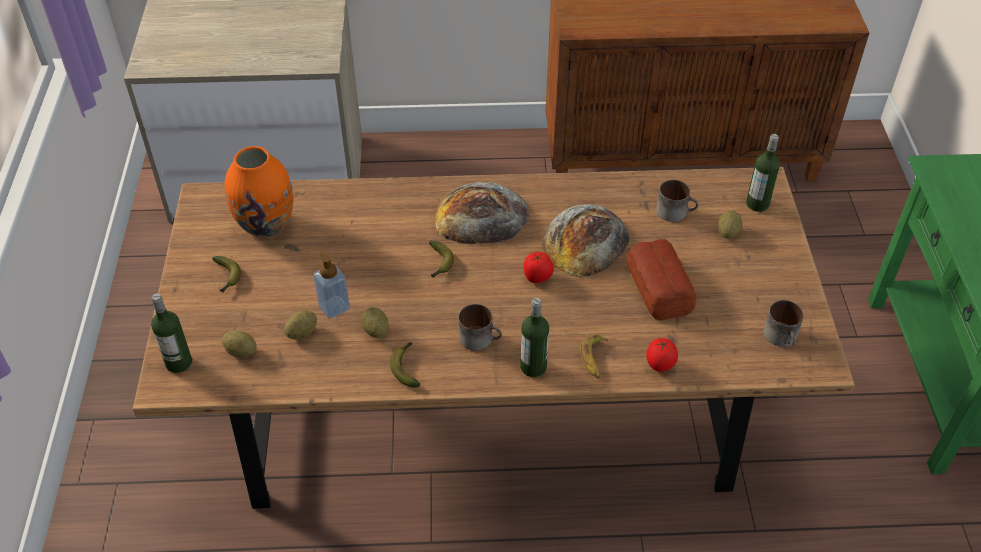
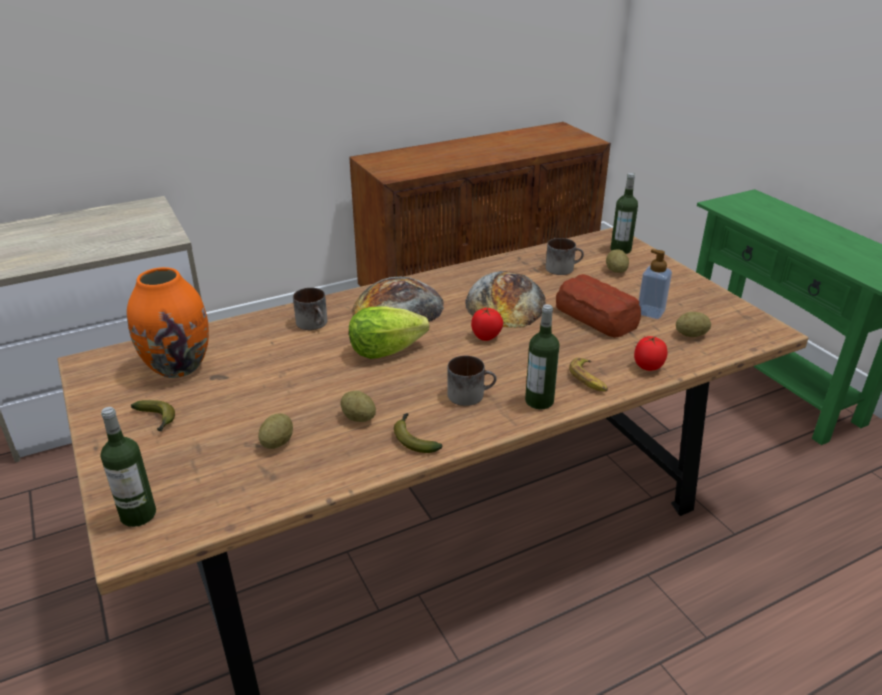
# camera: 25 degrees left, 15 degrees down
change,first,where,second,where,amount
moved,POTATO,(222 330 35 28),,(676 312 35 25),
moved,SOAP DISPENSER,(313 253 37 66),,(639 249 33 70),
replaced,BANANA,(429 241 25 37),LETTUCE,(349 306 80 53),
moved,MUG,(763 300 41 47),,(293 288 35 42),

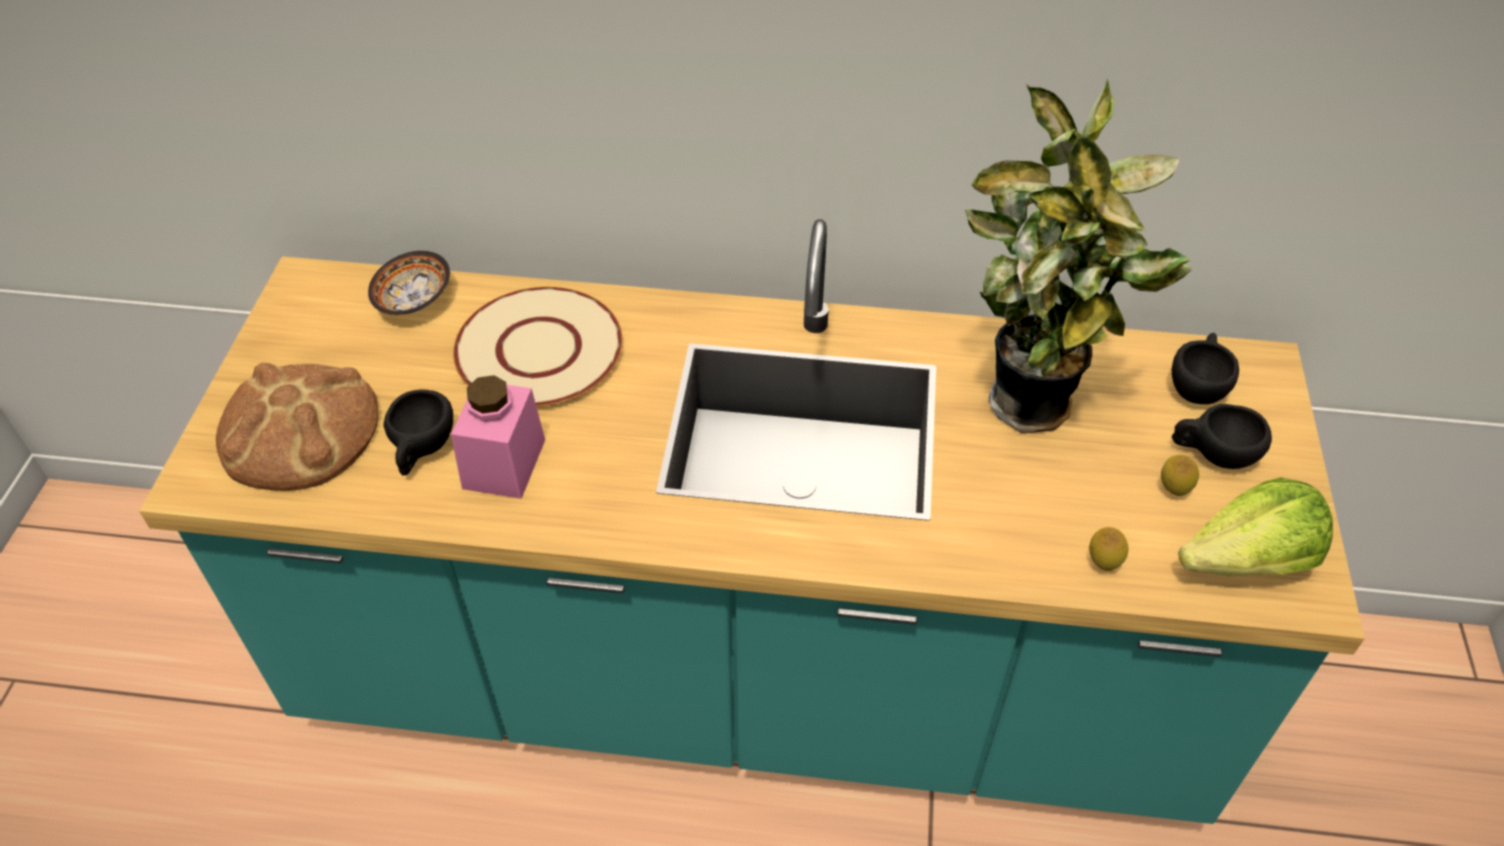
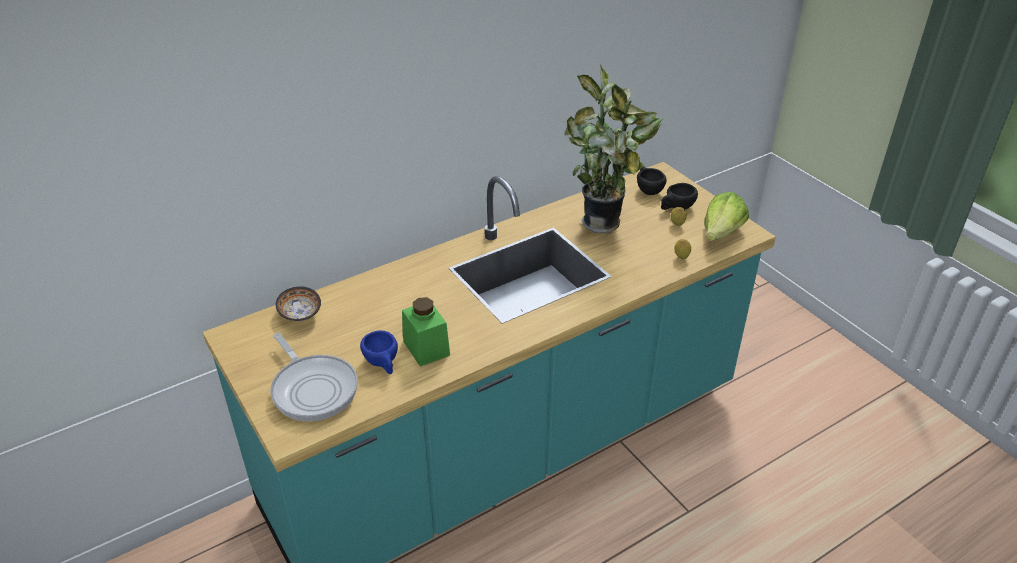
# camera: 40 degrees left, 10 degrees down
change,first,where,second,where,amount
replaced,BREAD,(216 363 162 128),FRYING PAN,(270 333 88 88),
recoloured,BLACK CUP,(384 389 69 86),BLUE CUP,(360 330 38 44),
recoloured,PINK JAR,(451 375 94 124),GREEN JAR,(402 297 48 70),
removed,BEIGE PLATE,(453 287 170 120),,,

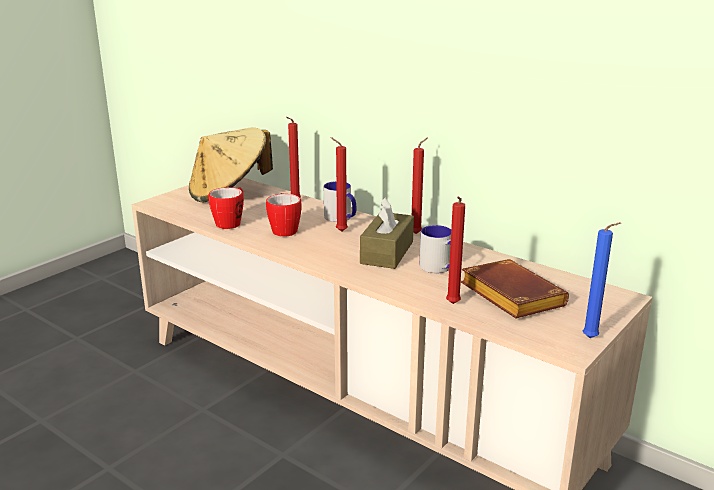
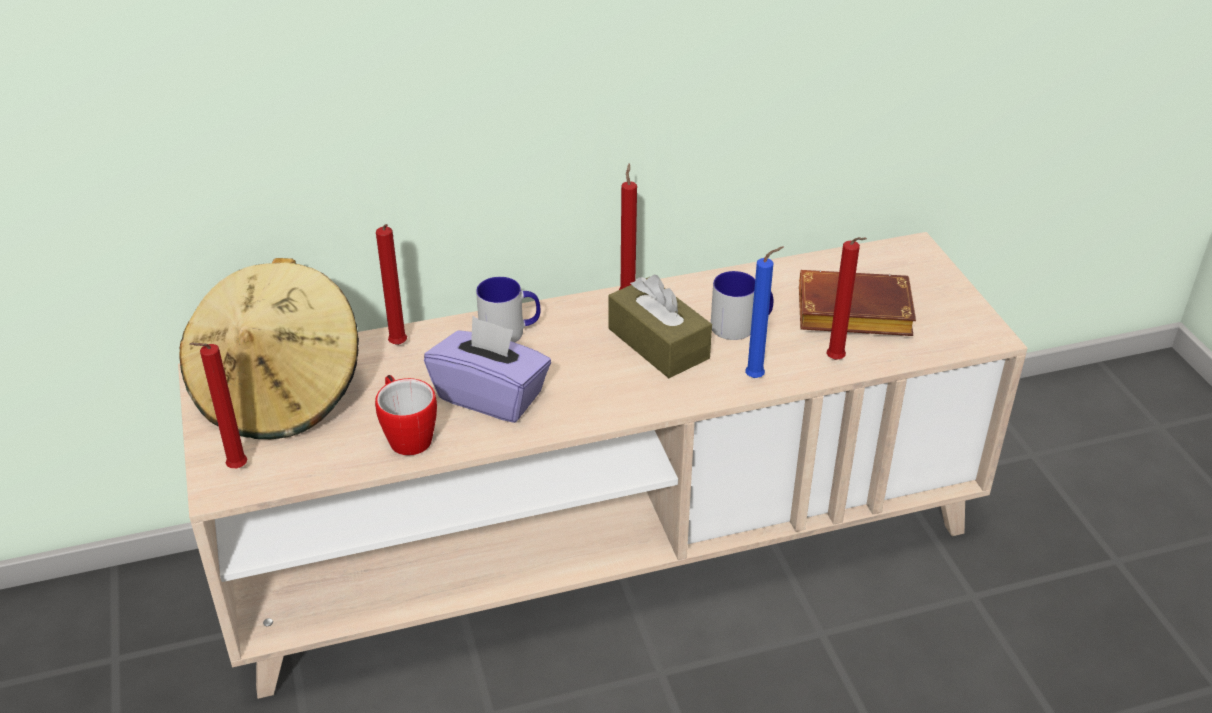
# camera: 55 degrees left, 15 degrees up
change,first,where,second,where,amount
replaced,MUG,(266 193 36 44),PURPLE TISSUE BOX,(424 316 127 107),
moved,RED CANDLE,(330 137 18 95),,(190 342 58 126),
moved,BLUE CANDLE,(583 222 38 116),,(745 246 39 132),

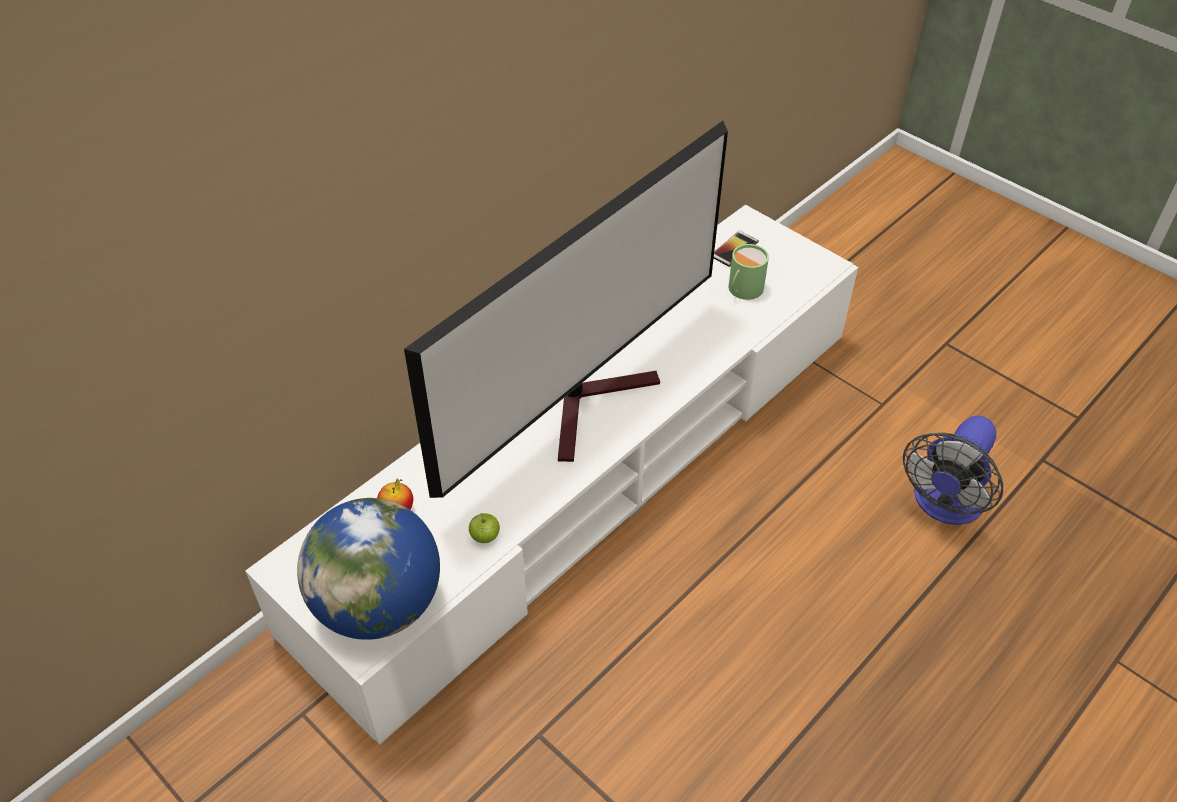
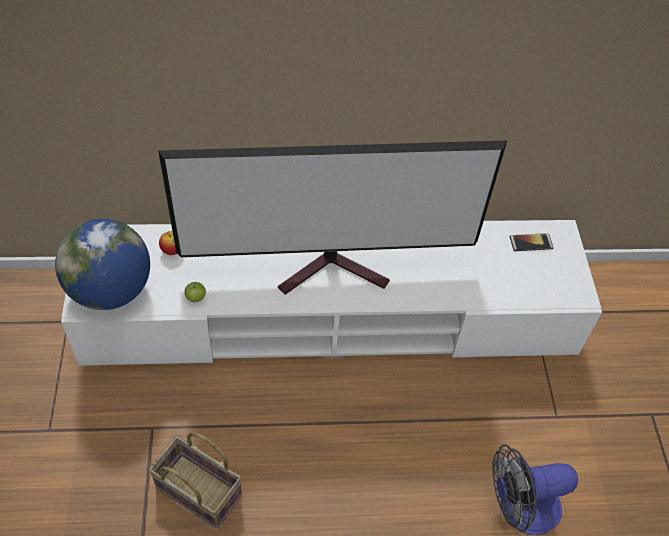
# camera: 40 degrees right, 5 degrees up
change,first,where,second,where,amount
removed,GREEN MUG,(728 244 41 56),,,
added,,,BASKET,(149 432 93 97),

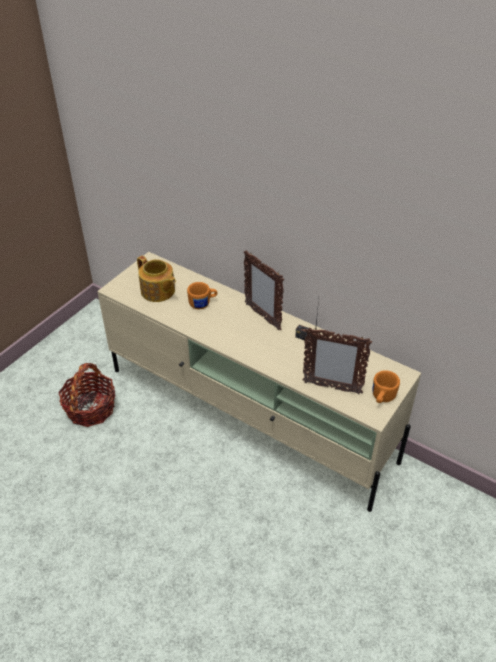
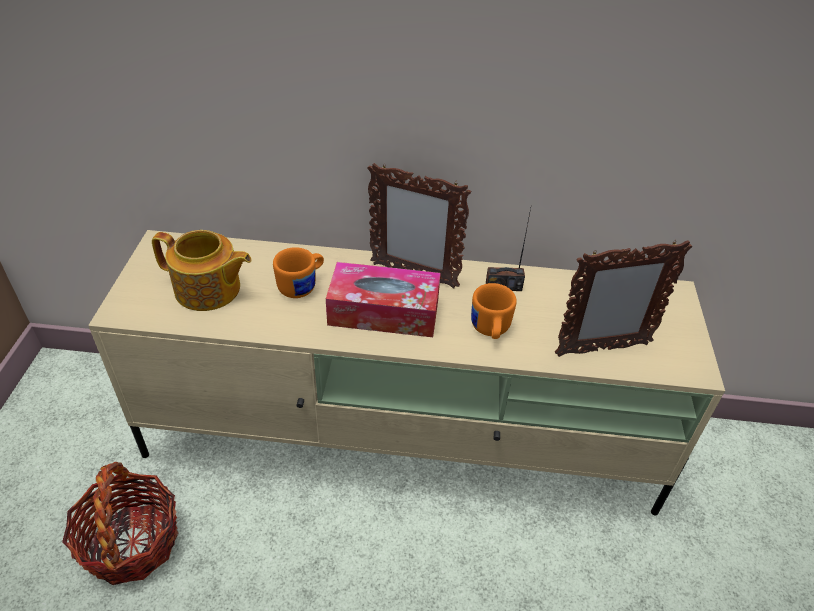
# camera: 30 degrees left, 0 degrees up
change,first,where,second,where,amount
moved,ORANGE MUG,(372 370 28 33),,(471 283 46 56),
added,,,TISSUE BOX,(326 262 115 75),

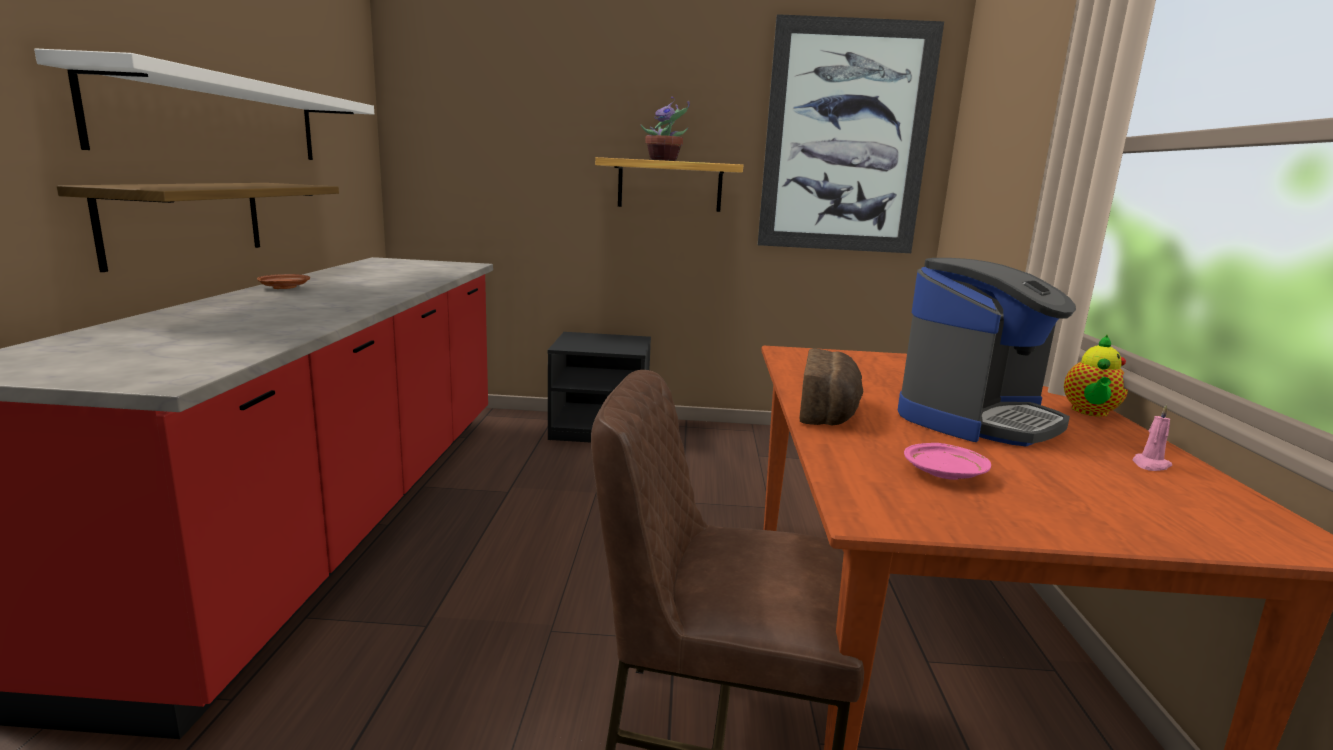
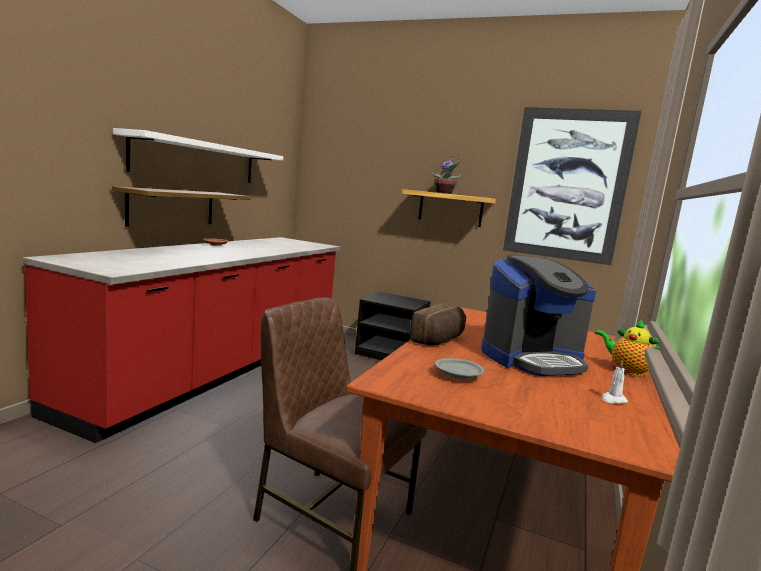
# camera: 20 degrees right, 5 degrees down
change,first,where,second,where,amount
recoloured,PINK PLATE,(904 443 87 37),GREY PLATE,(435 358 50 22),
turned,TEAPOT,(1064 335 64 82),,(595 320 65 56),90 degrees clockwise
recoloured,PINK CANDLE,(1133 405 39 66),WHITE CANDLE,(602 359 26 44),

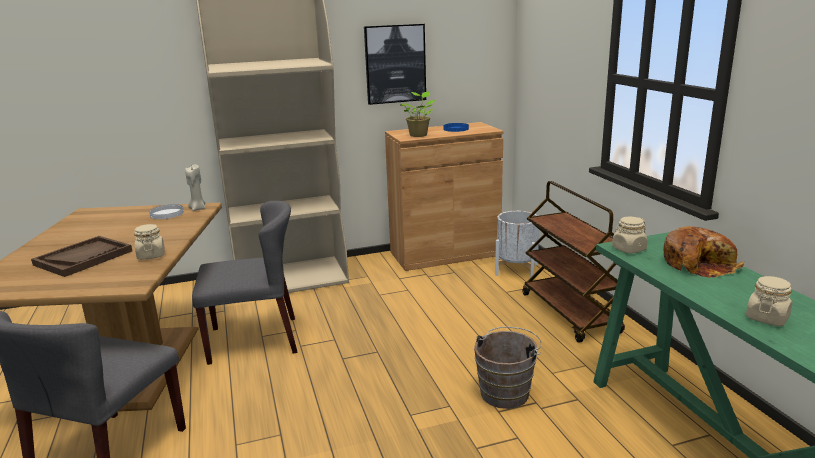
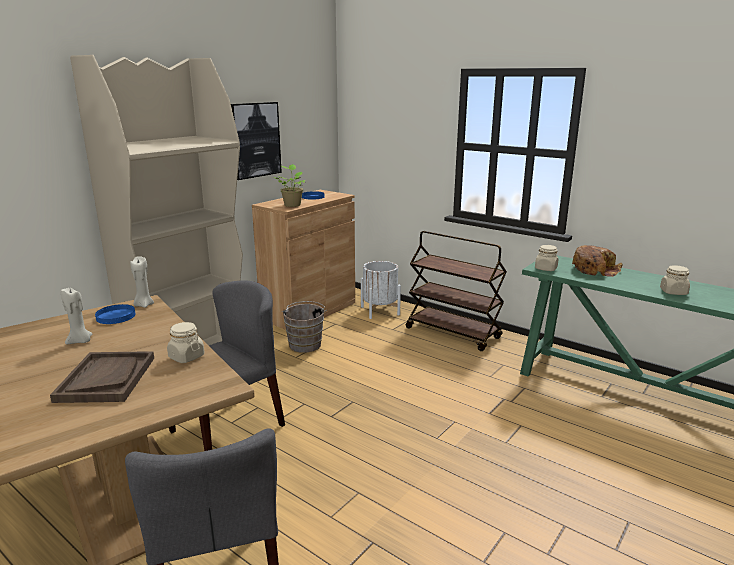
# camera: 35 degrees left, 0 degrees up
change,first,where,second,where,amount
recoloured,WHITE PLATE,(149 204 35 15),BLUE PLATE,(95 304 40 20),
moved,BROWN BUCKET,(474 327 68 82),,(282 301 45 52),
added,,,BEIGE CANDLE,(61 288 31 56),

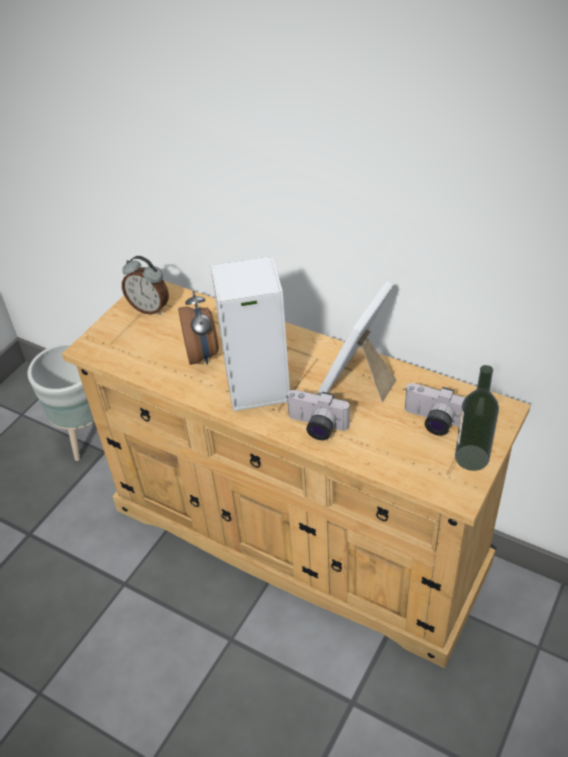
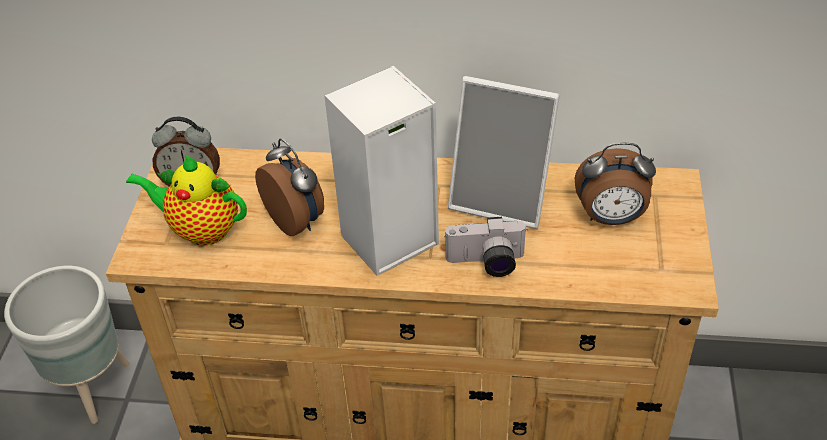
# camera: 25 degrees left, 0 degrees up
change,first,where,second,where,amount
turned,PICTURE FRAME,(318 281 79 121),,(448 76 112 153),75 degrees counterclockwise
replaced,PHOTO CAMERA,(405 383 60 53),ALARM CLOCK,(575 143 81 82),
removed,BOTTLE,(455 365 44 106),,,
added,,,TEAPOT,(126 155 121 91),

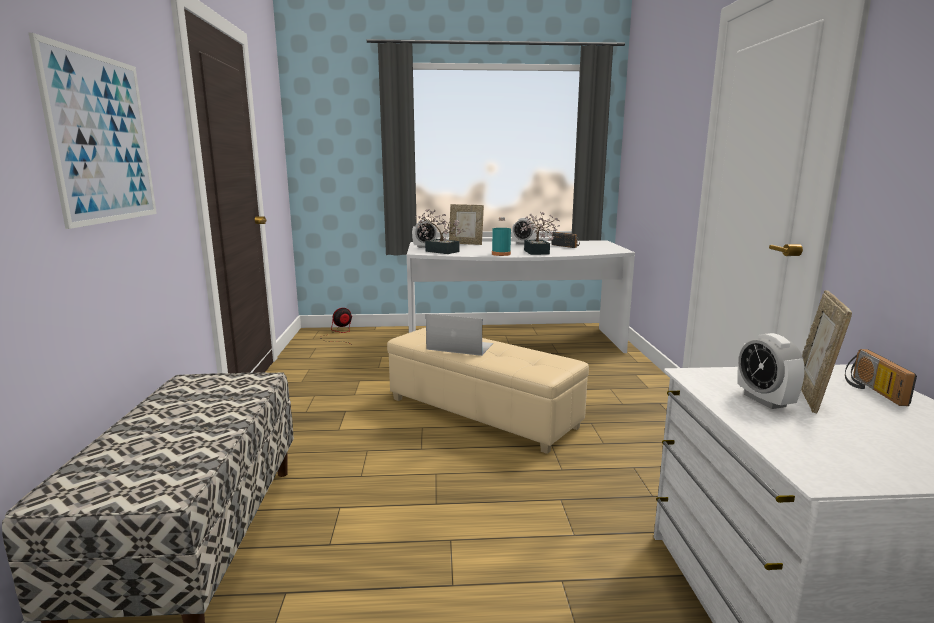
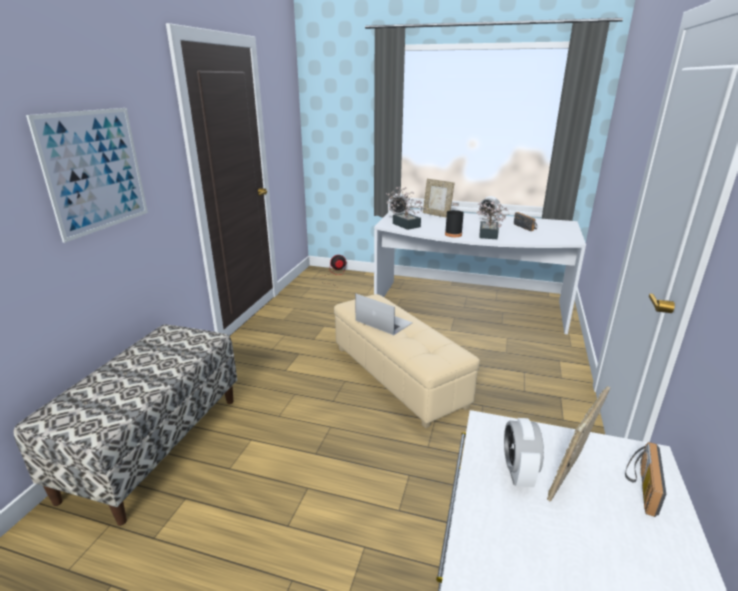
# camera: 20 degrees right, 10 degrees up
change,first,where,second,where,amount
recoloured,TURQUOISE BOTTLE,(492 217 19 39),BLACK BOTTLE,(445 202 19 35),

